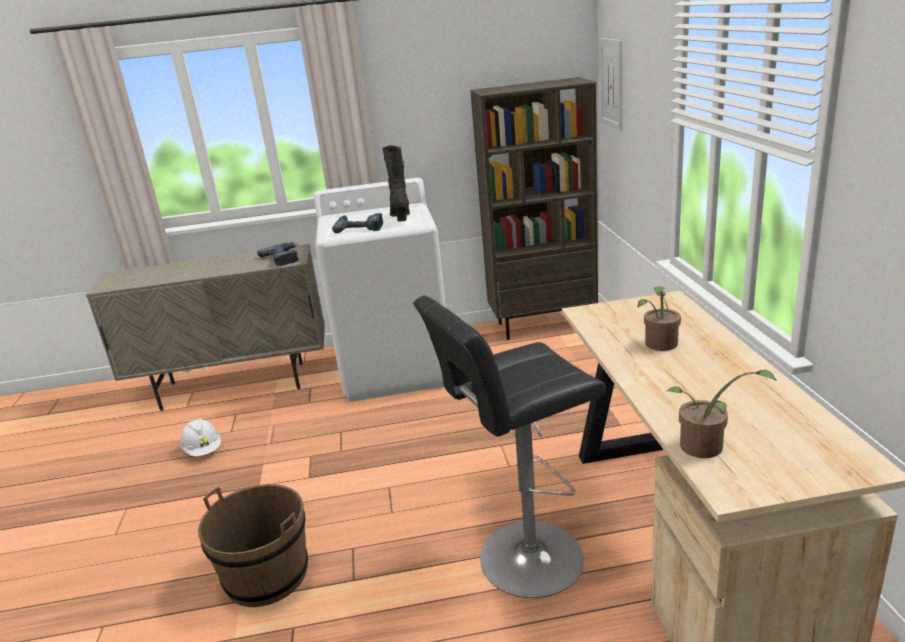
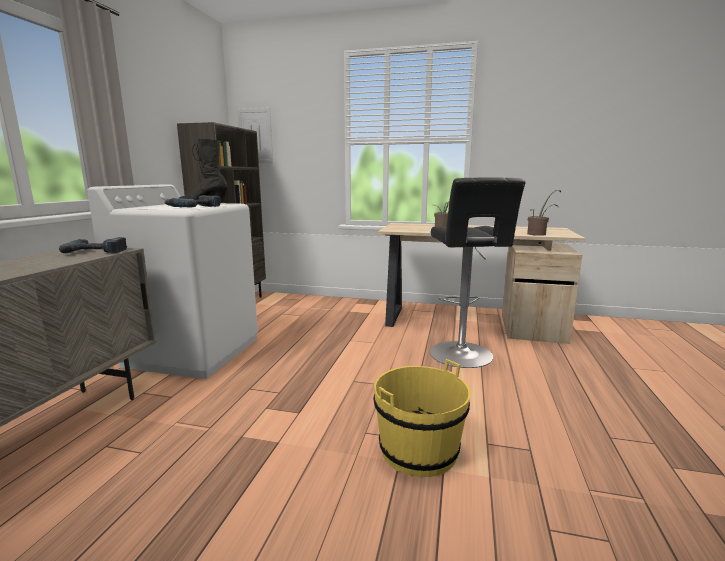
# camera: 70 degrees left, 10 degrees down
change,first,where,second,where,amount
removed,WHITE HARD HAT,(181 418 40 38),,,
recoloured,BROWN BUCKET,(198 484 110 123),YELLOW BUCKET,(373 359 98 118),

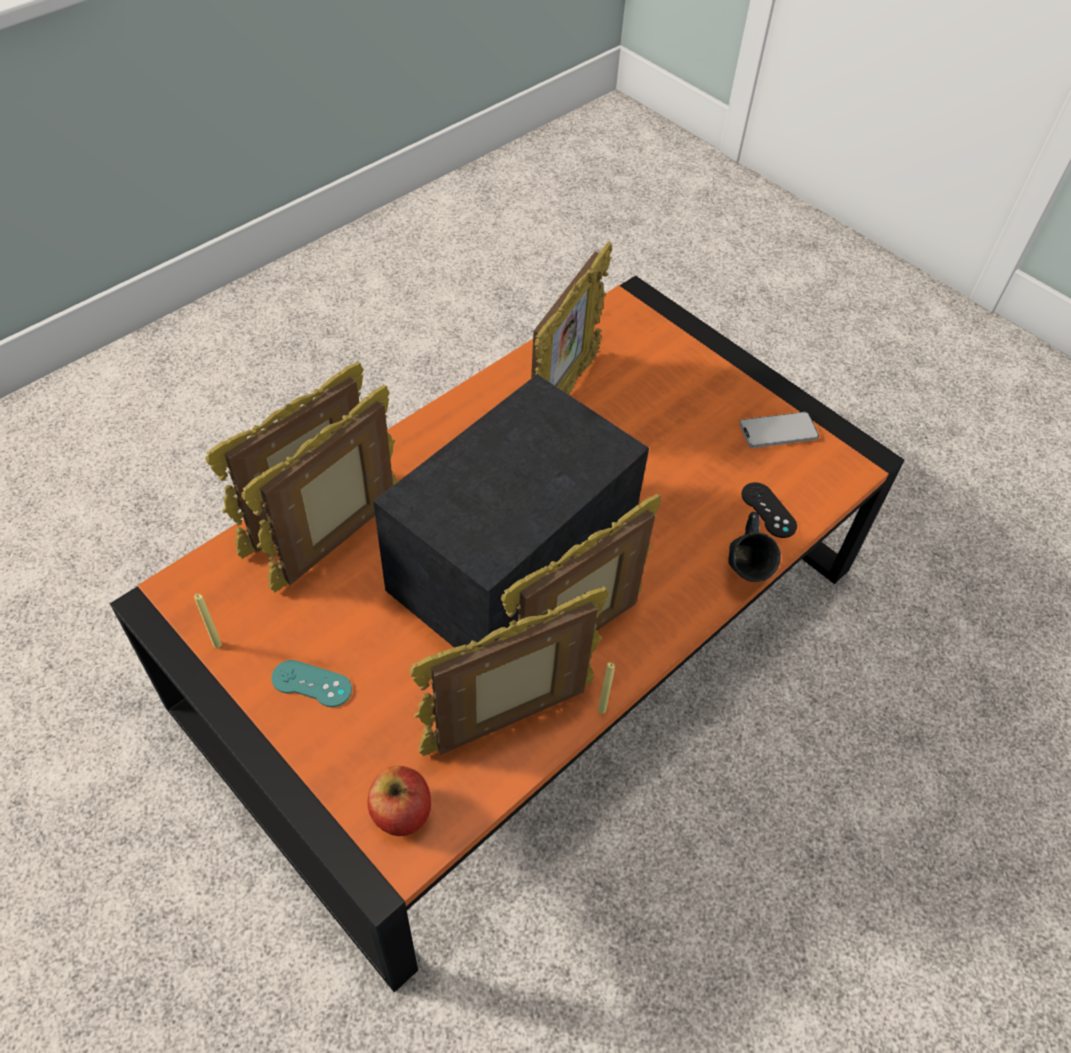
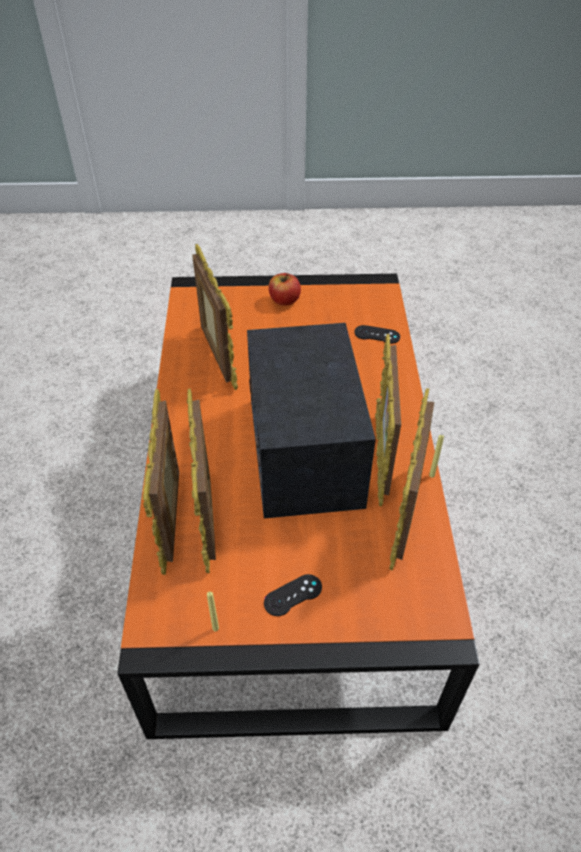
# camera: 45 degrees left, 5 degrees down
change,first,where,second,where,amount
recoloured,TURQUOISE GAME CONTROLLER,(271 660 81 47),BLACK GAME CONTROLLER,(264 574 58 42),
moved,APPLE,(367 766 64 70),,(268 273 33 33),
removed,BLUE MUG,(728 512 53 70),,,
removed,PHONE,(740 412 79 36),,,

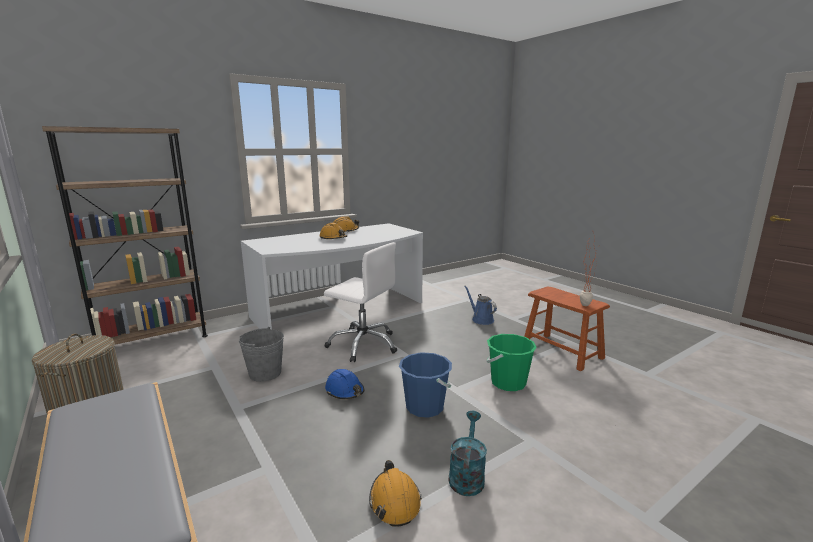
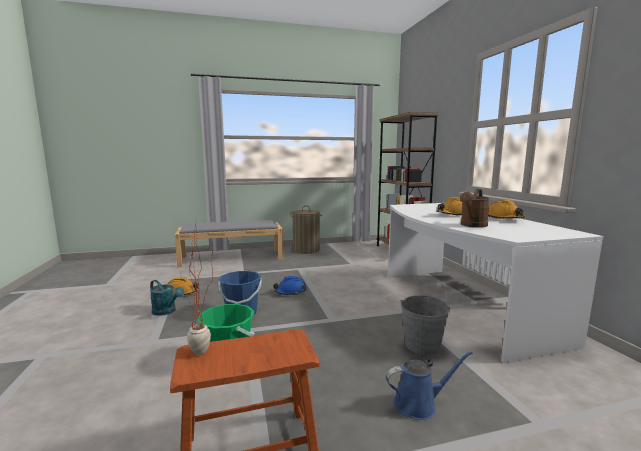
# camera: 110 degrees right, 5 degrees down
change,first,where,second,where,amount
moved,GREY BUCKET,(239 327 45 55),,(401 295 50 60),
removed,WHITE OFFICE CHAIR,(324 242 73 120),,,
added,,,BROWN WATERING CAN,(460 189 29 39),

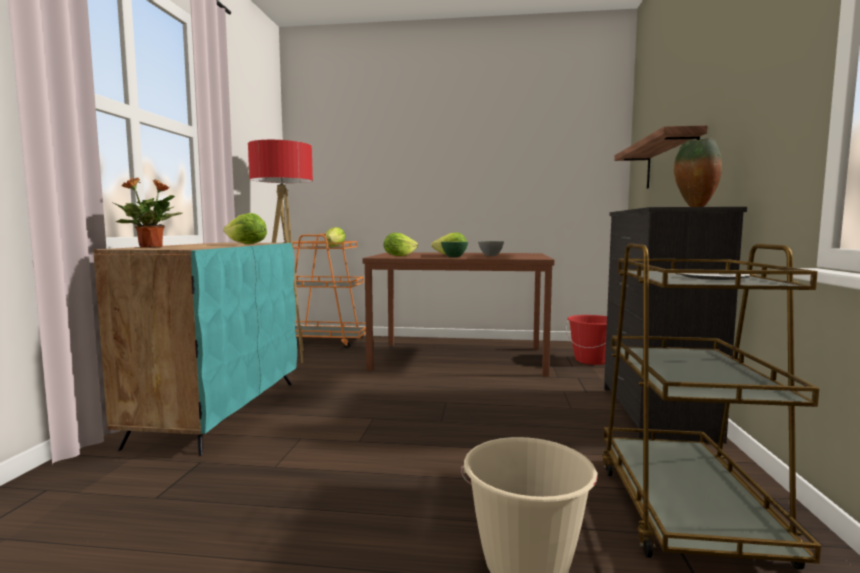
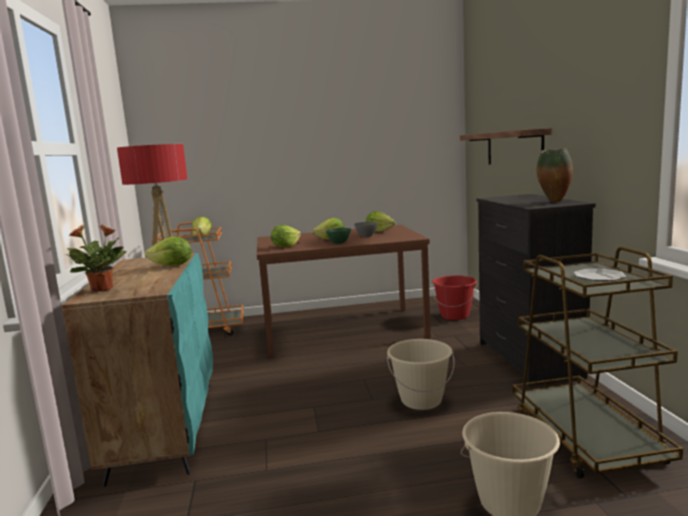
# camera: 15 degrees left, 5 degrees up
change,first,where,second,where,amount
added,,,LETTUCE,(366 211 30 21),
added,,,BEIGE BUCKET,(387 339 67 71),

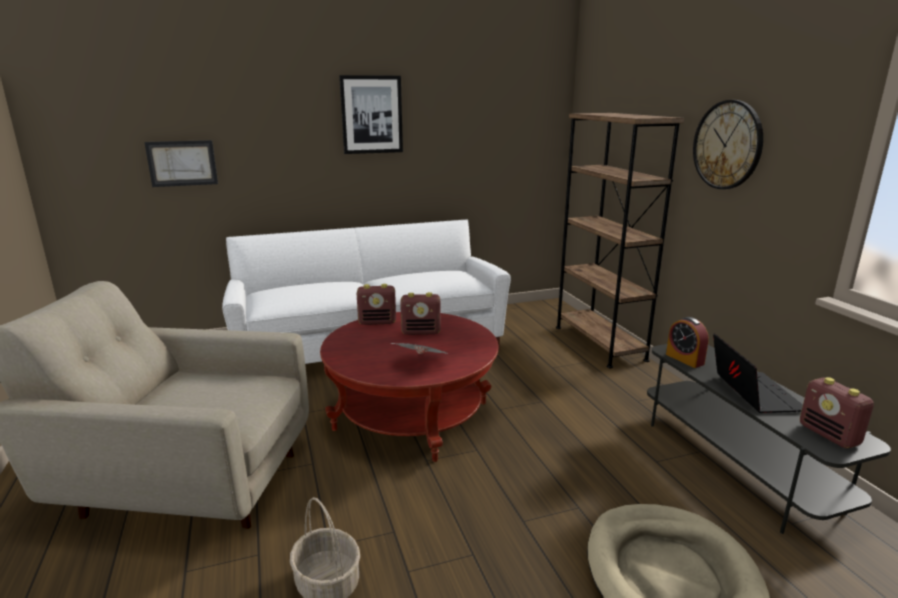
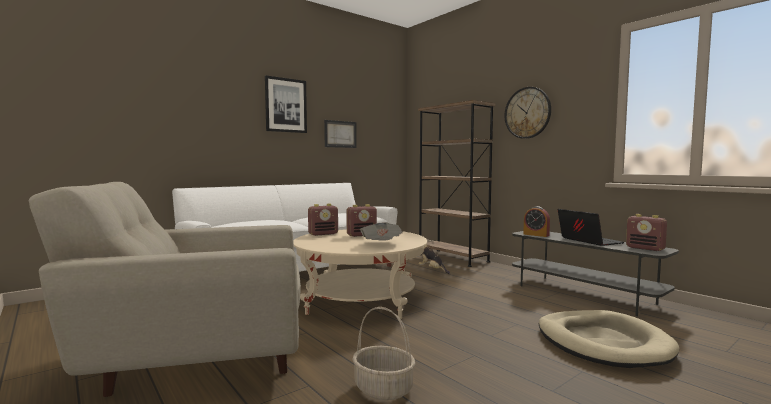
# camera: 20 degrees left, 15 degrees down
change,first,where,second,where,amount
moved,PICTURE,(144 140 74 47),,(324 120 33 28),
recoloured,RED COFFEE TABLE,(320 312 179 150),BEIGE COFFEE TABLE,(293 229 134 90),
added,,,PLUSH TOY,(419 244 31 30),

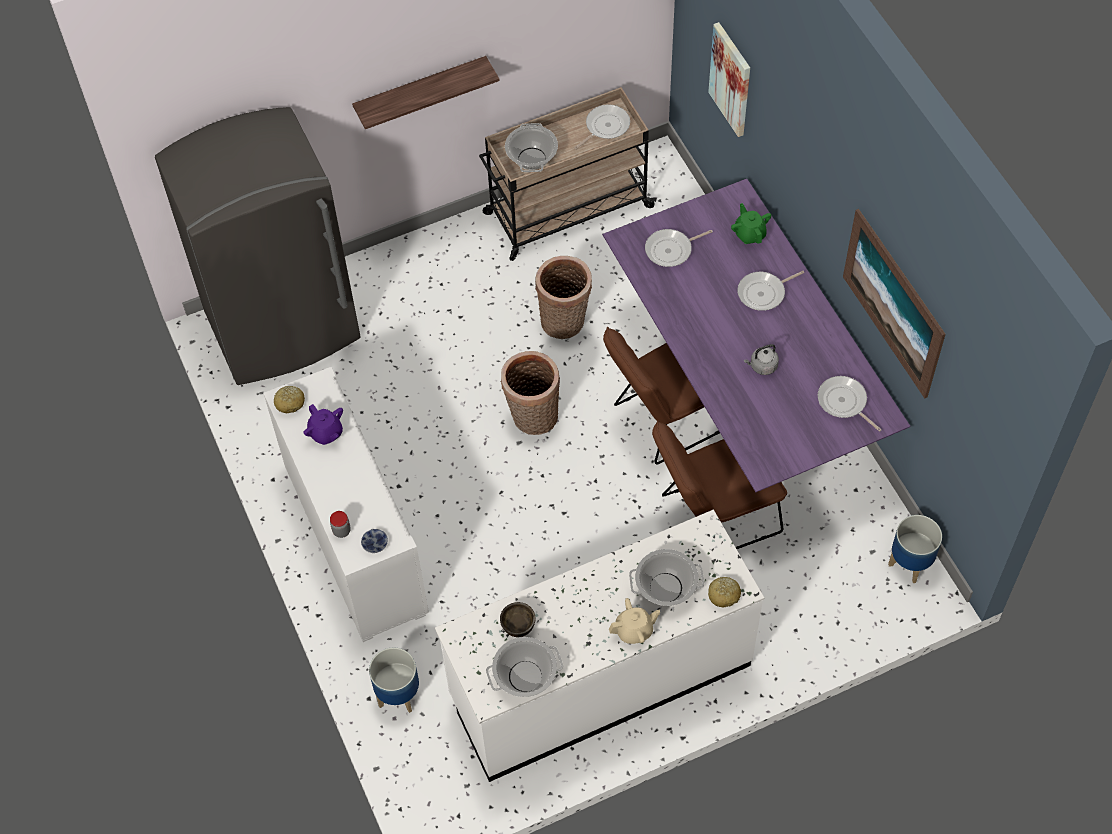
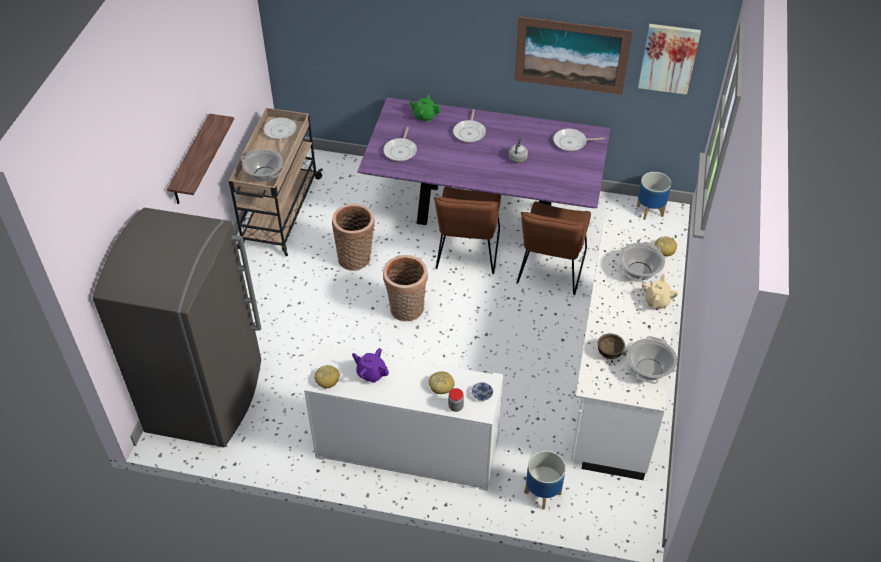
# camera: 55 degrees left, 10 degrees down
change,first,where,second,where,amount
turned,PURPLE TEAPOT,(303 404 40 41),,(352 348 37 35),150 degrees counterclockwise
moved,PICTURE,(708 22 42 115),,(638 24 63 71),
added,,,BREAD,(429 372 26 22),

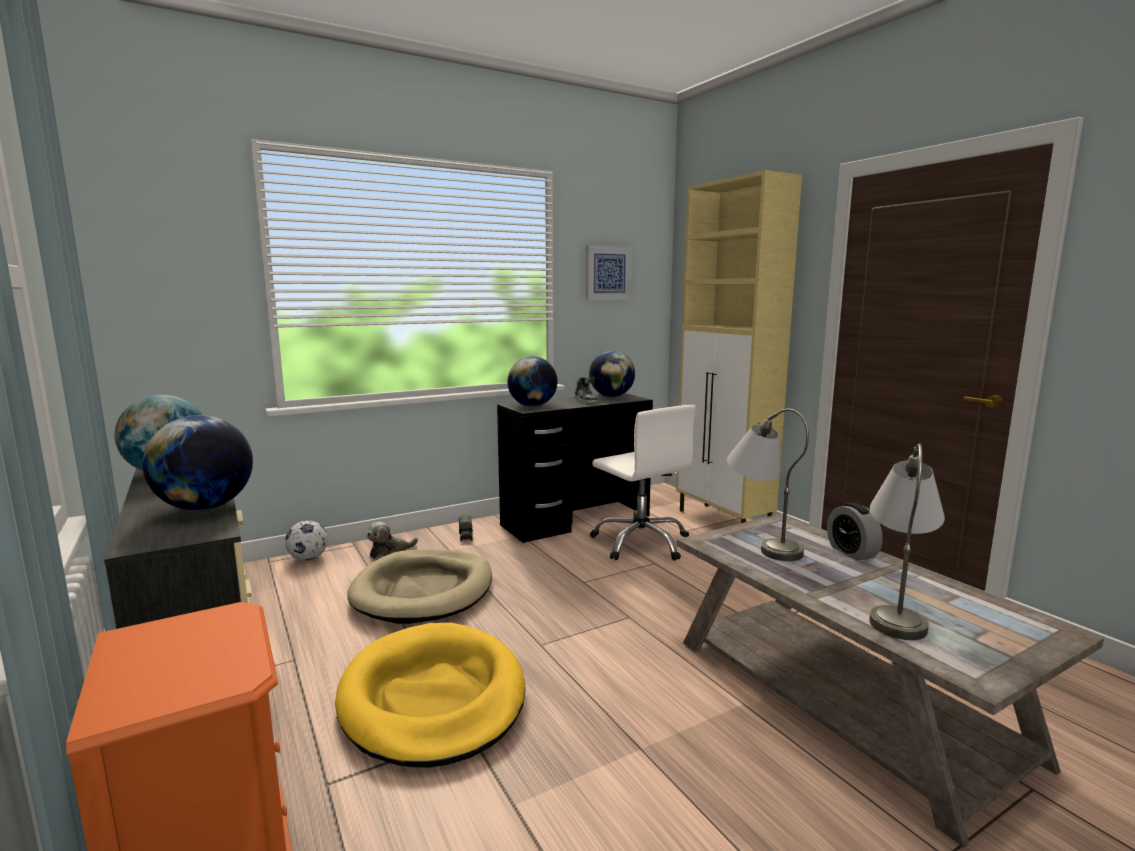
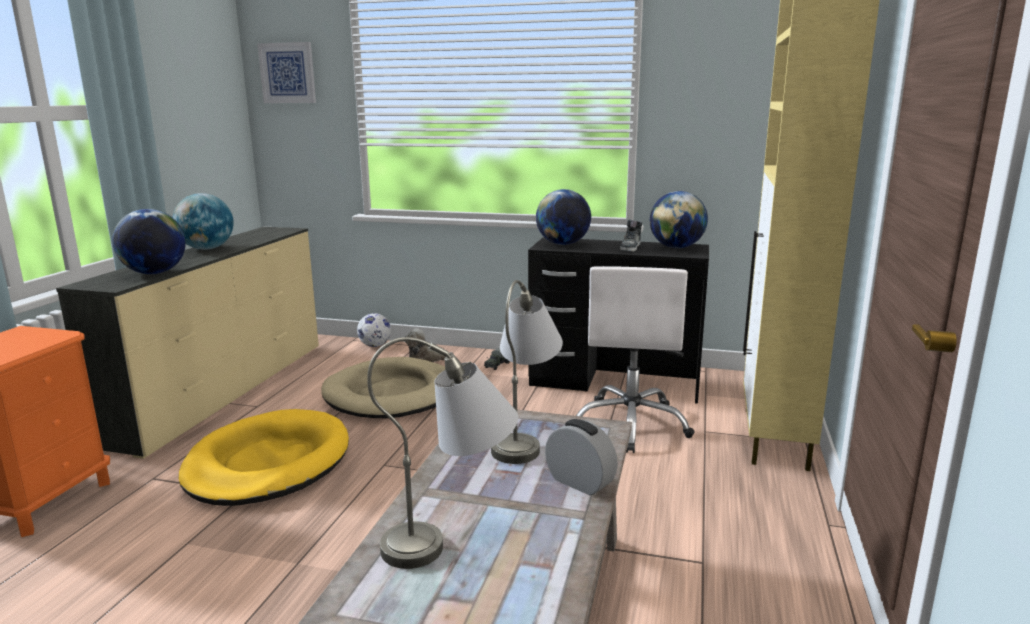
# camera: 45 degrees right, 5 degrees up
change,first,where,second,where,amount
moved,PICTURE,(586 245 46 55),,(257 42 59 61),
turned,ALARM CLOCK,(827 503 56 58),,(545 419 73 77),105 degrees clockwise

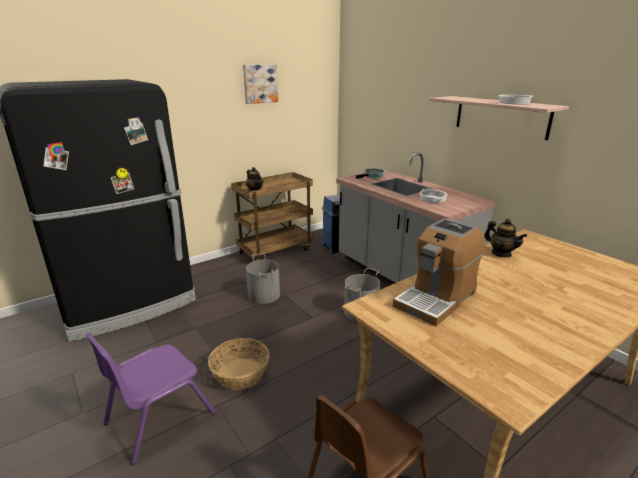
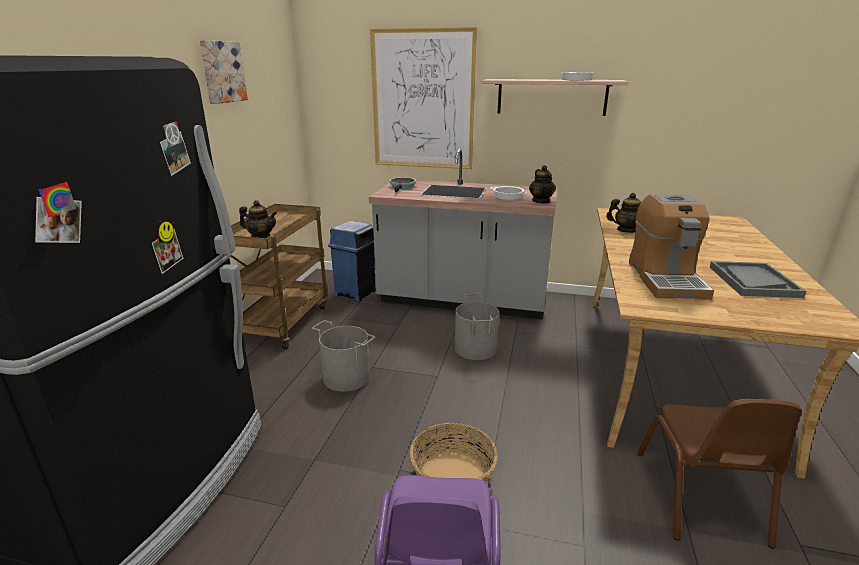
# camera: 40 degrees left, 0 degrees up
change,first,where,second,where,amount
added,,,PICTURE,(370 27 107 142),
added,,,TEAPOT,(529 165 27 39),
added,,,GREY TRAY,(710 261 96 37),

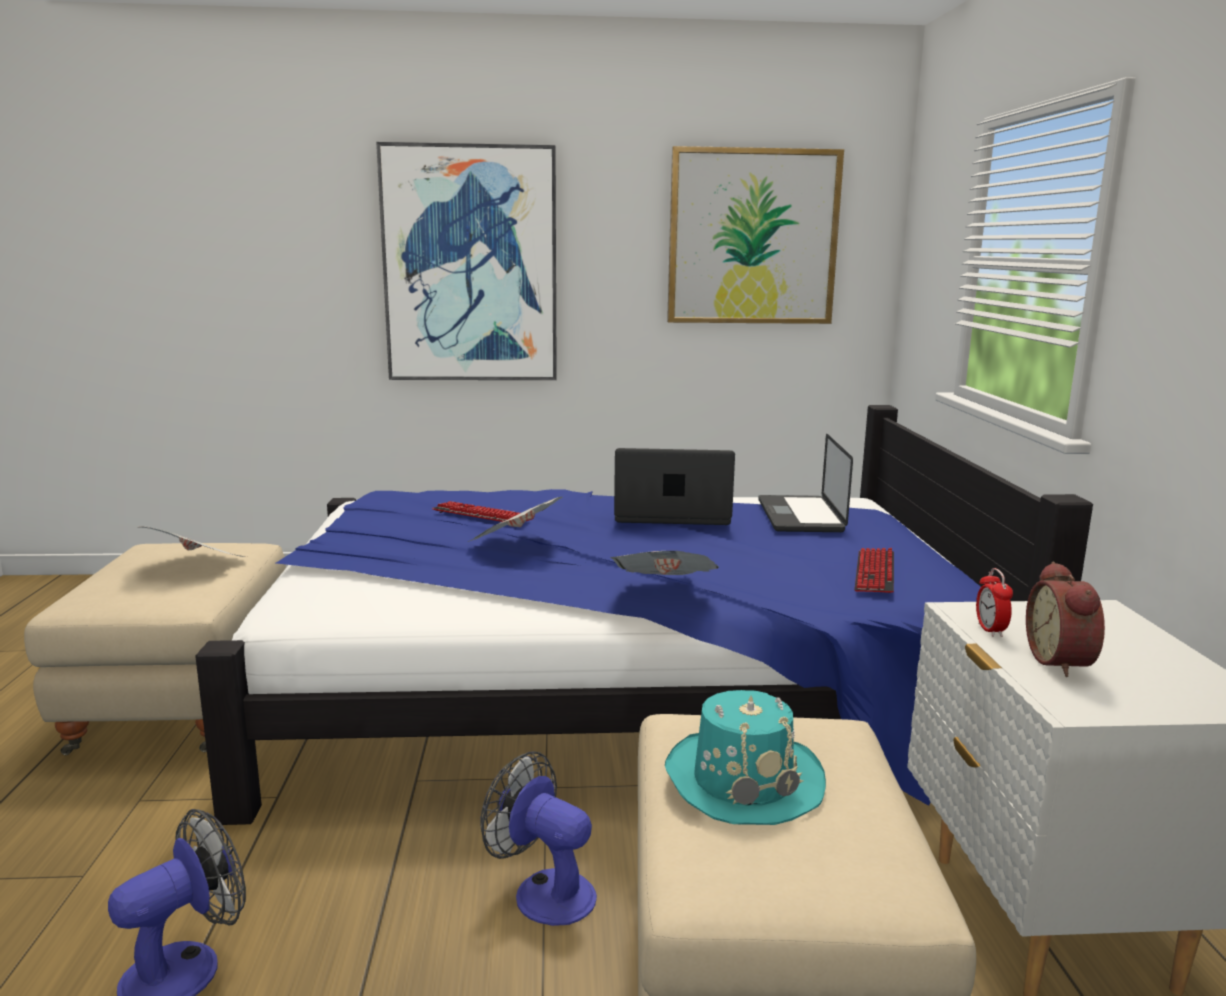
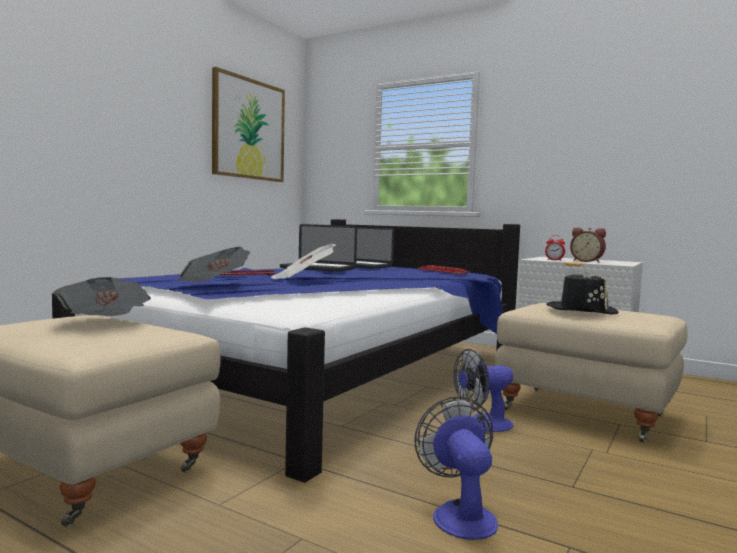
# camera: 55 degrees left, 10 degrees down
change,first,where,second,where,amount
removed,PICTURE,(376 142 181 238),,,
moved,NEWSPAPER,(610 551 109 24),,(178 247 72 35),
turned,LAPTOP,(614 448 121 77),,(280 224 77 48),105 degrees counterclockwise
recoloured,TURQUOISE HAT,(665 690 161 135),BLACK HAT,(547 269 72 45),

